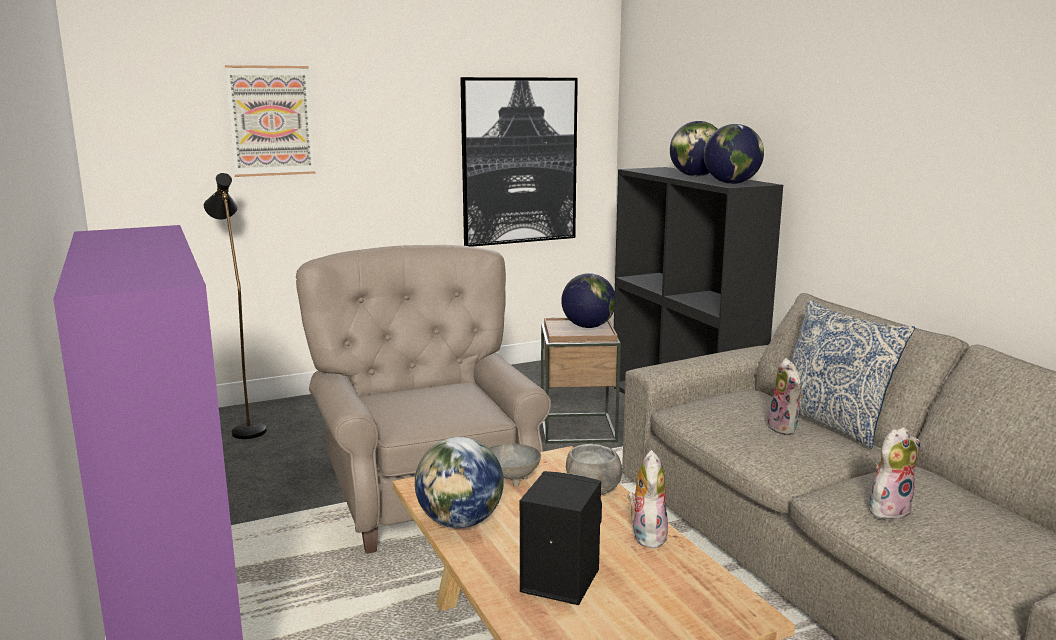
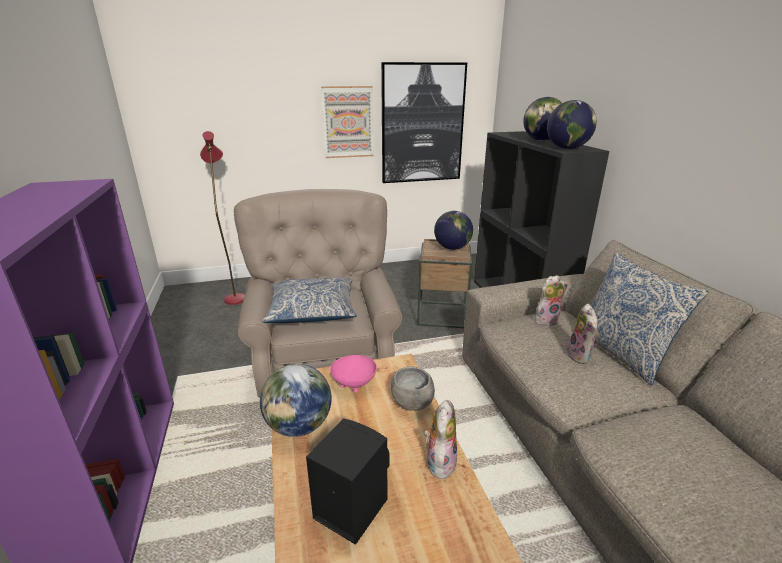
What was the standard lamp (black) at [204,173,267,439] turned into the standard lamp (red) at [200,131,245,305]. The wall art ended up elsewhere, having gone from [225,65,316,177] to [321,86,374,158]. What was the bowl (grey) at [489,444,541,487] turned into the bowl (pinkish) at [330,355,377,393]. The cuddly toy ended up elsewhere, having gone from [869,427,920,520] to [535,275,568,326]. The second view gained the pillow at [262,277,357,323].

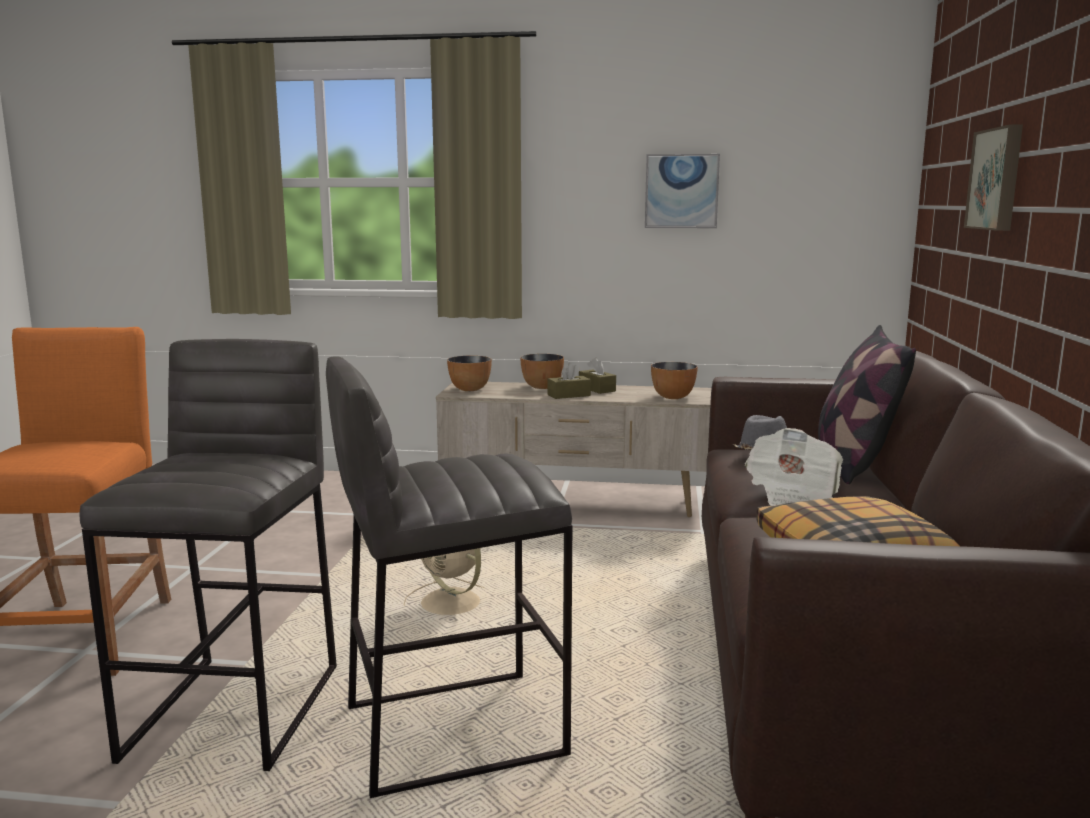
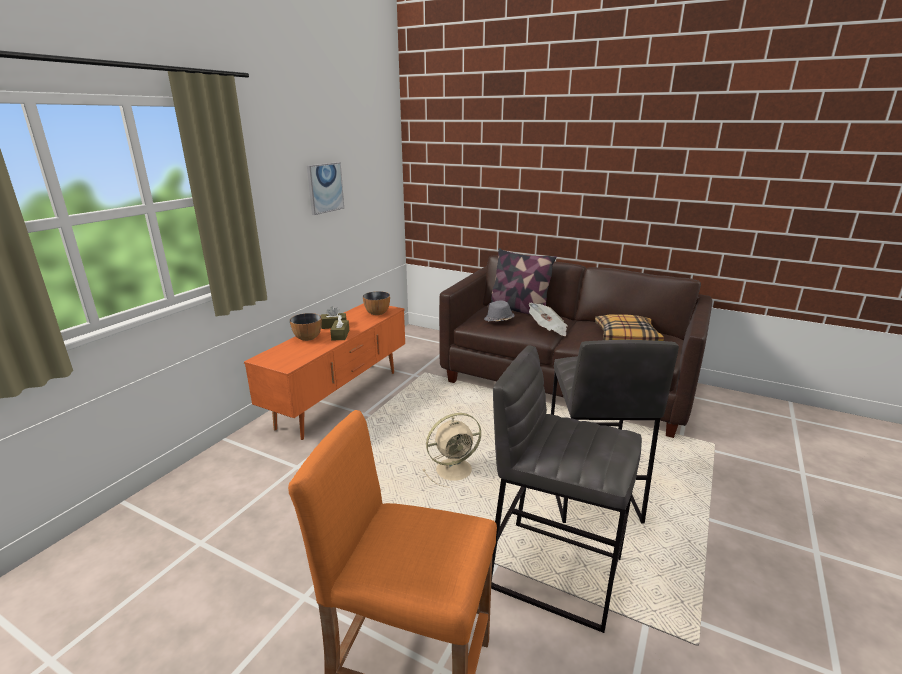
What was the tv unit (beige) at [436,382,712,517] turned into the tv unit (orange-coloured) at [244,303,405,440]. The second view lost the bowl at [447,356,492,391]. The second view lost the wall art at [964,124,1023,231].

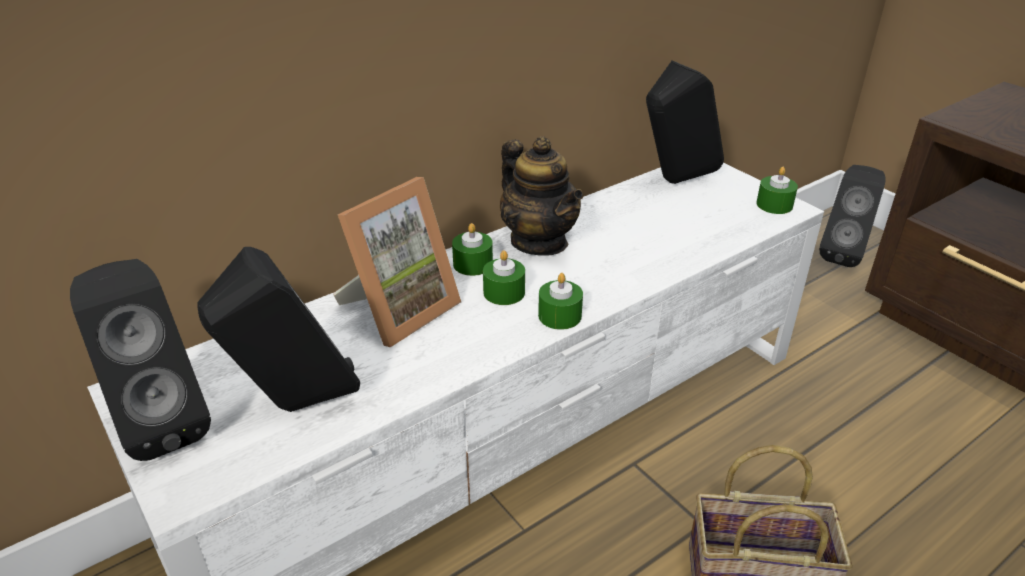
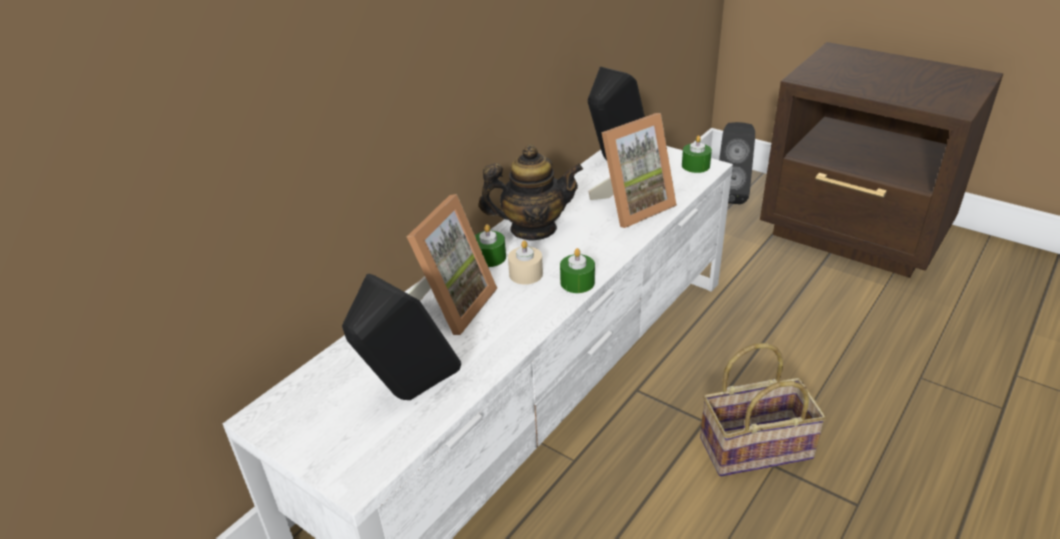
The second view lost the audio speaker (black) at [70,259,211,461]. What was the wax light (greenish) at [483,250,525,305] turned into the wax light (beige) at [508,240,543,285]. The teapot at [500,136,583,256] ended up facing another way, 45 degrees counterclockwise from before. The second view gained the photo frame at [588,113,677,228].

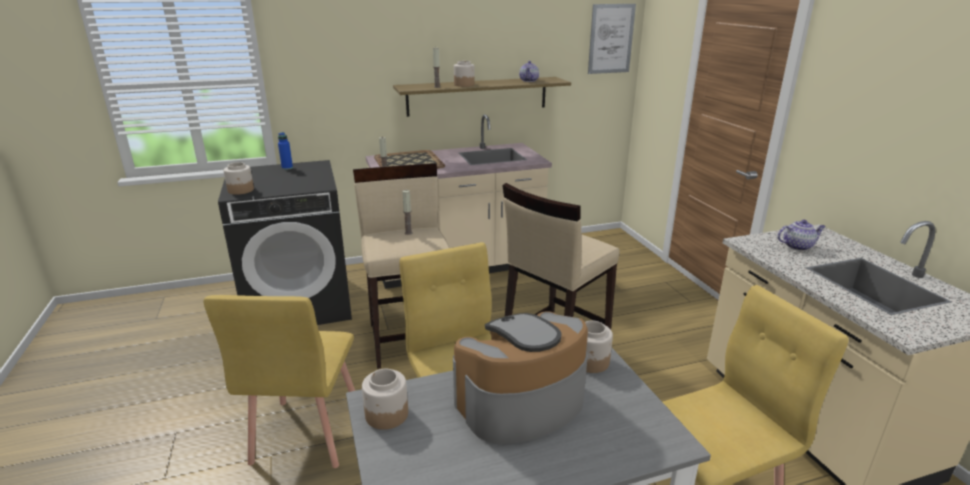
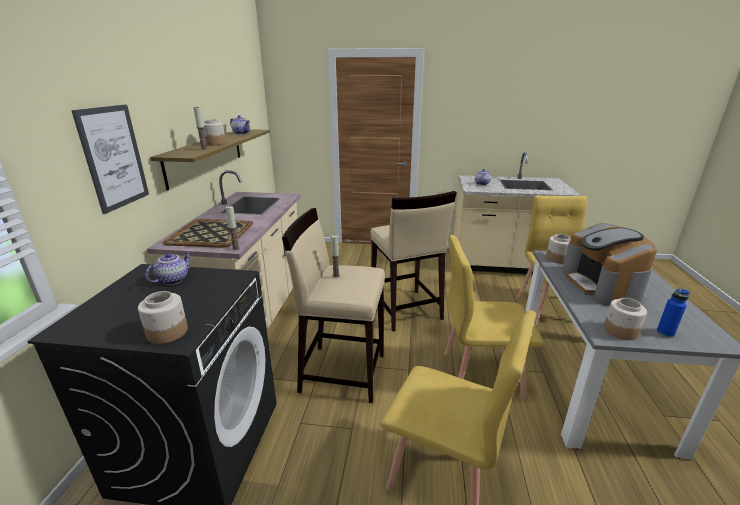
The drink bottle (bluish) ended up elsewhere, having gone from [278,132,293,170] to [656,288,690,338]. The wall art ended up elsewhere, having gone from [588,4,636,74] to [71,104,149,214]. The second view gained the teapot at [145,252,191,285].

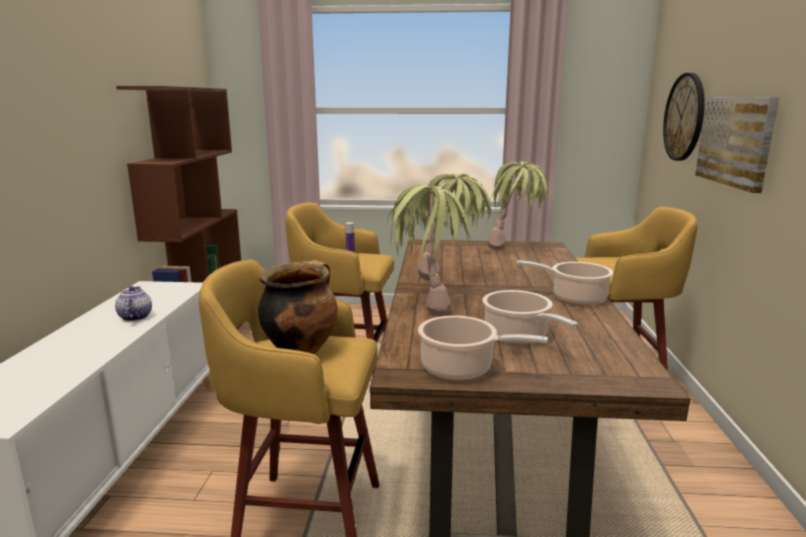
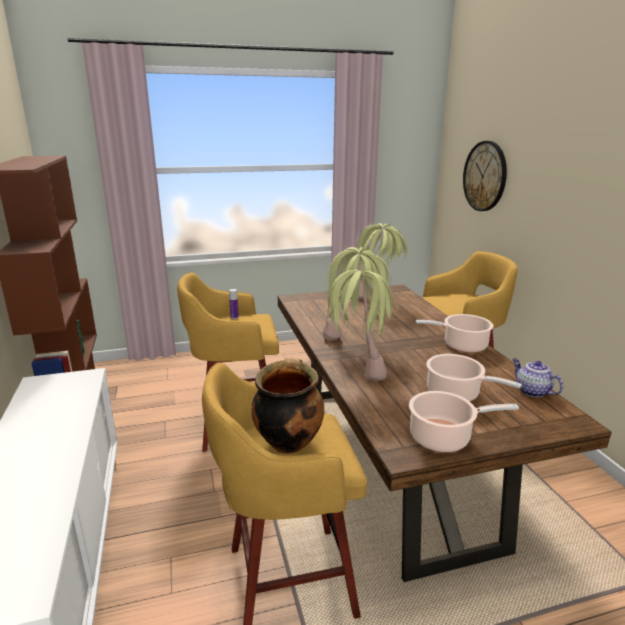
The teapot ended up elsewhere, having gone from [115,286,152,321] to [512,358,563,397]. The second view lost the wall art at [695,97,779,193].

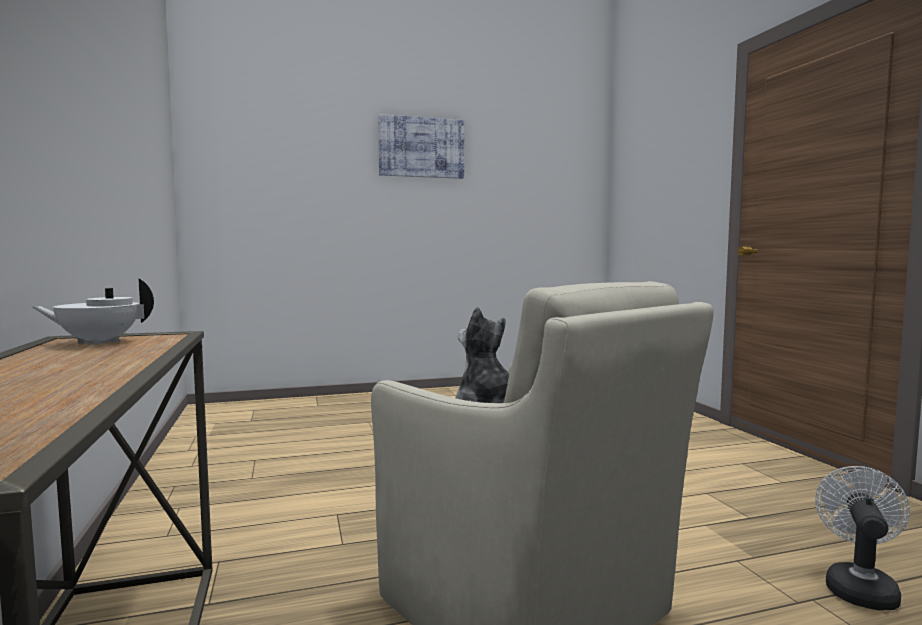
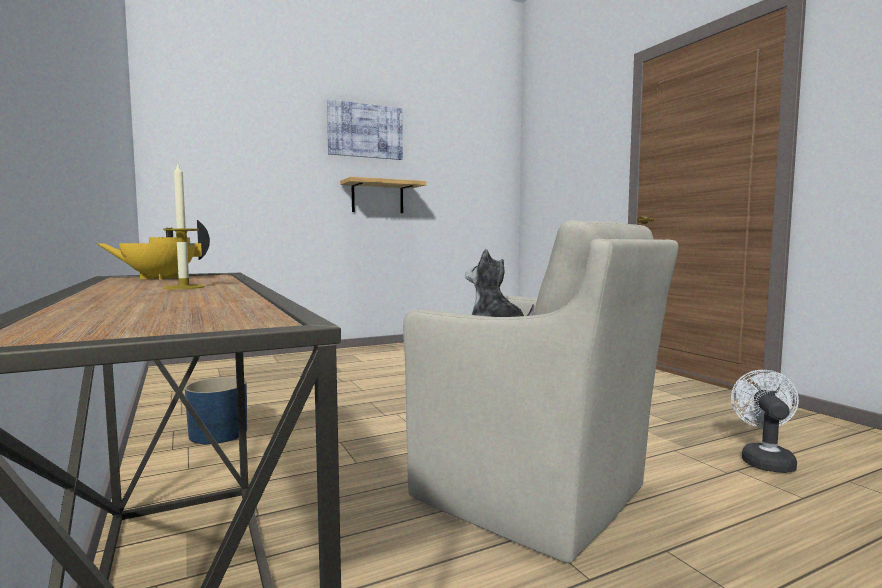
What was the teapot (white-coloured) at [31,278,154,345] turned into the teapot (yellow) at [96,220,210,280]. The second view gained the wax light at [163,164,205,289]. The second view gained the planter (bluish) at [185,377,247,444]. The second view gained the shelf at [340,177,427,213].

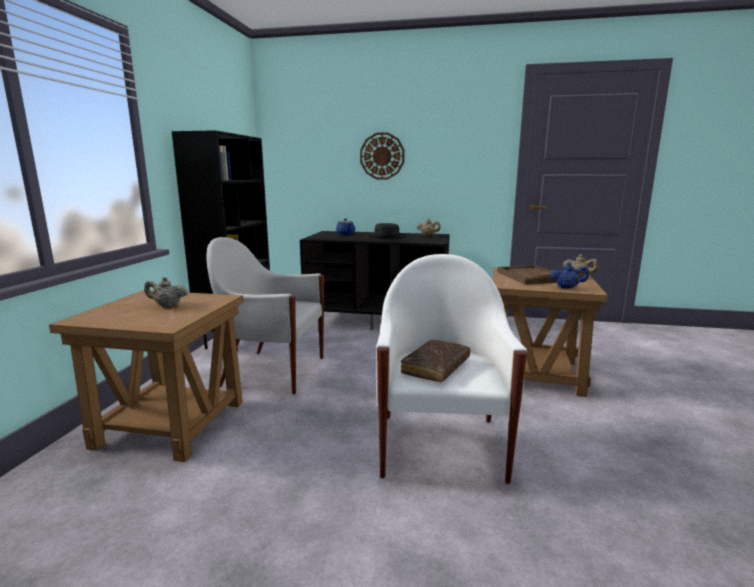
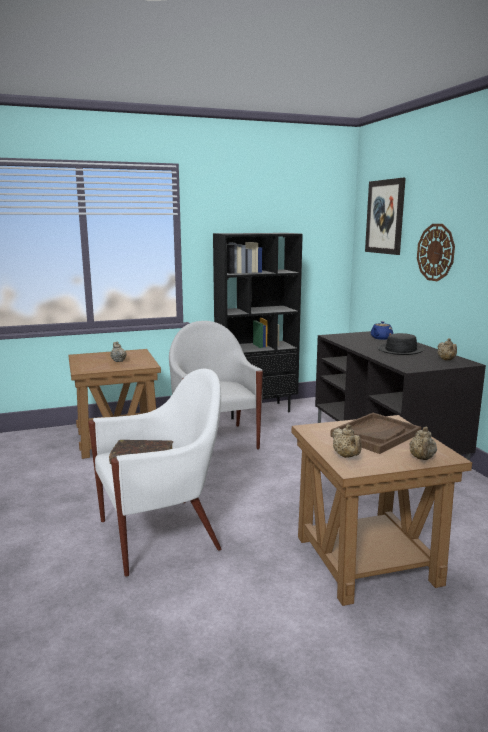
What was the teapot (bluish) at [550,263,589,289] turned into the teapot (beige) at [332,424,362,458]. The second view gained the wall art at [365,178,406,255].

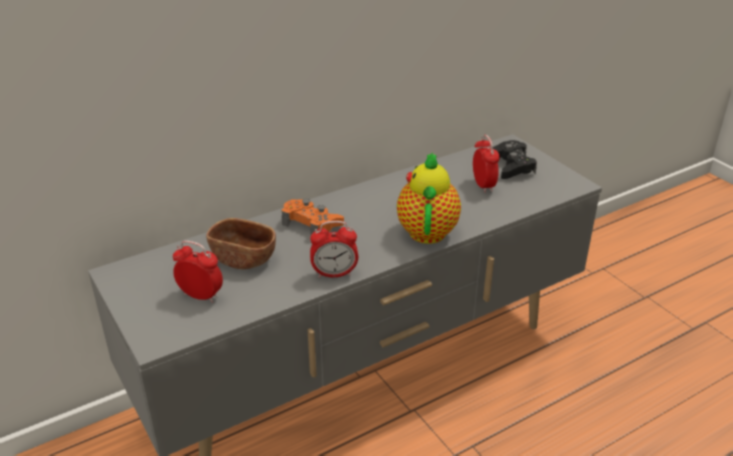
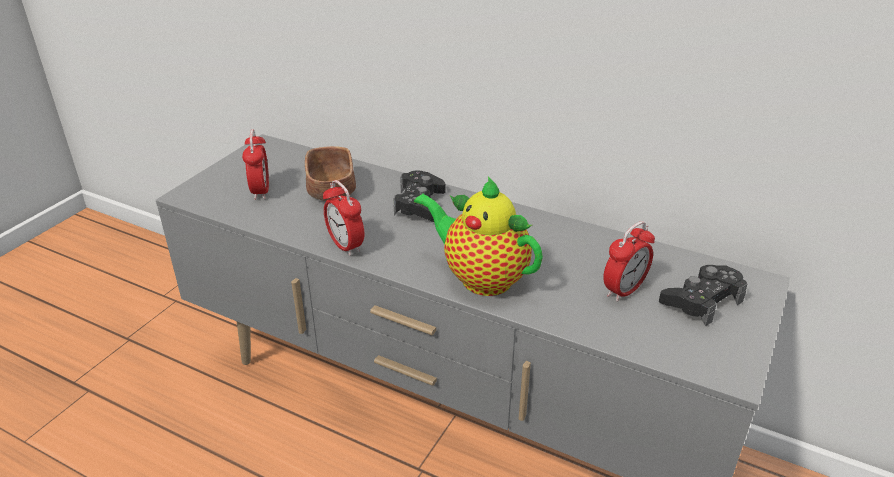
What was the joypad (orange-coloured) at [282,199,344,235] turned into the joypad (black) at [394,170,445,222]. The teapot at [397,152,461,244] ended up facing another way, 120 degrees counterclockwise from before.

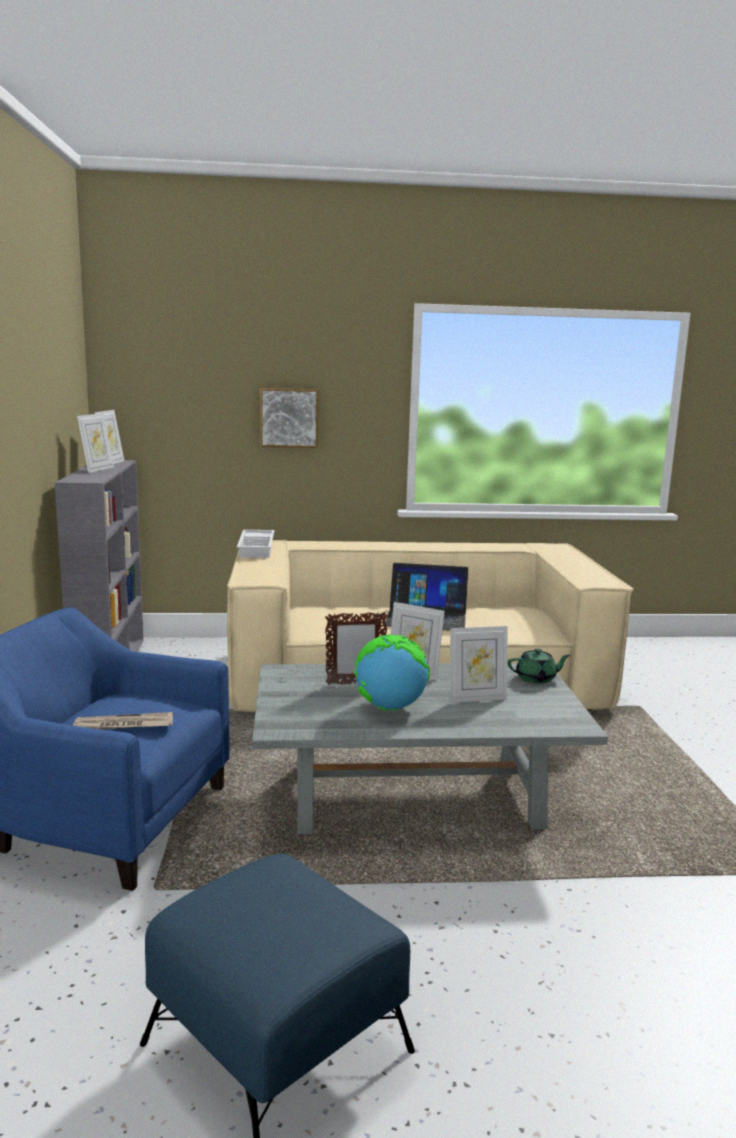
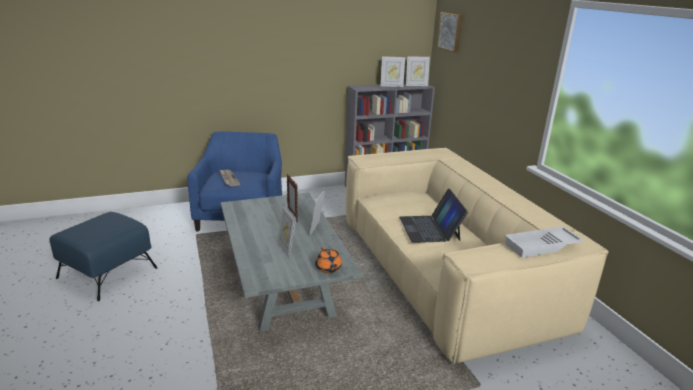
The tray (white-coloured) ended up elsewhere, having gone from [237,530,274,558] to [504,226,584,258]. The wall art ended up elsewhere, having gone from [260,388,318,448] to [437,12,462,53]. The second view lost the desk globe at [354,634,430,710]. What was the teapot (greenish) at [508,649,571,684] turned into the teapot (orange-coloured) at [315,247,342,273].

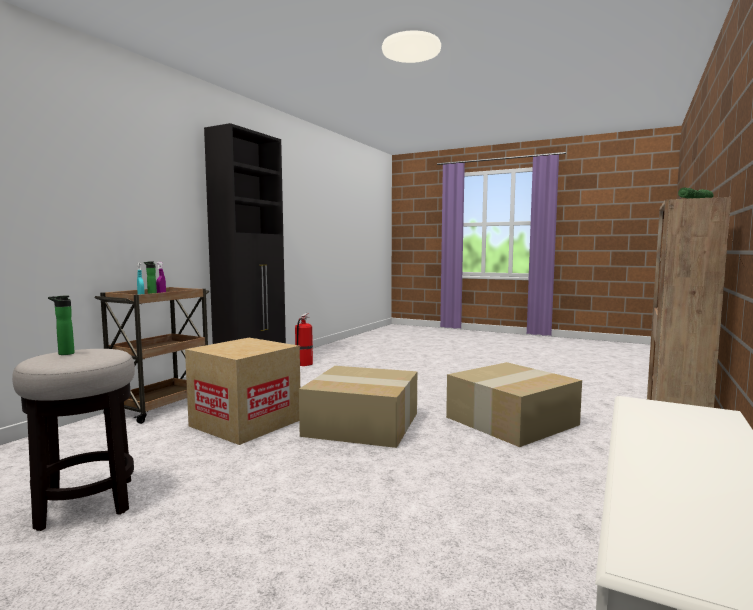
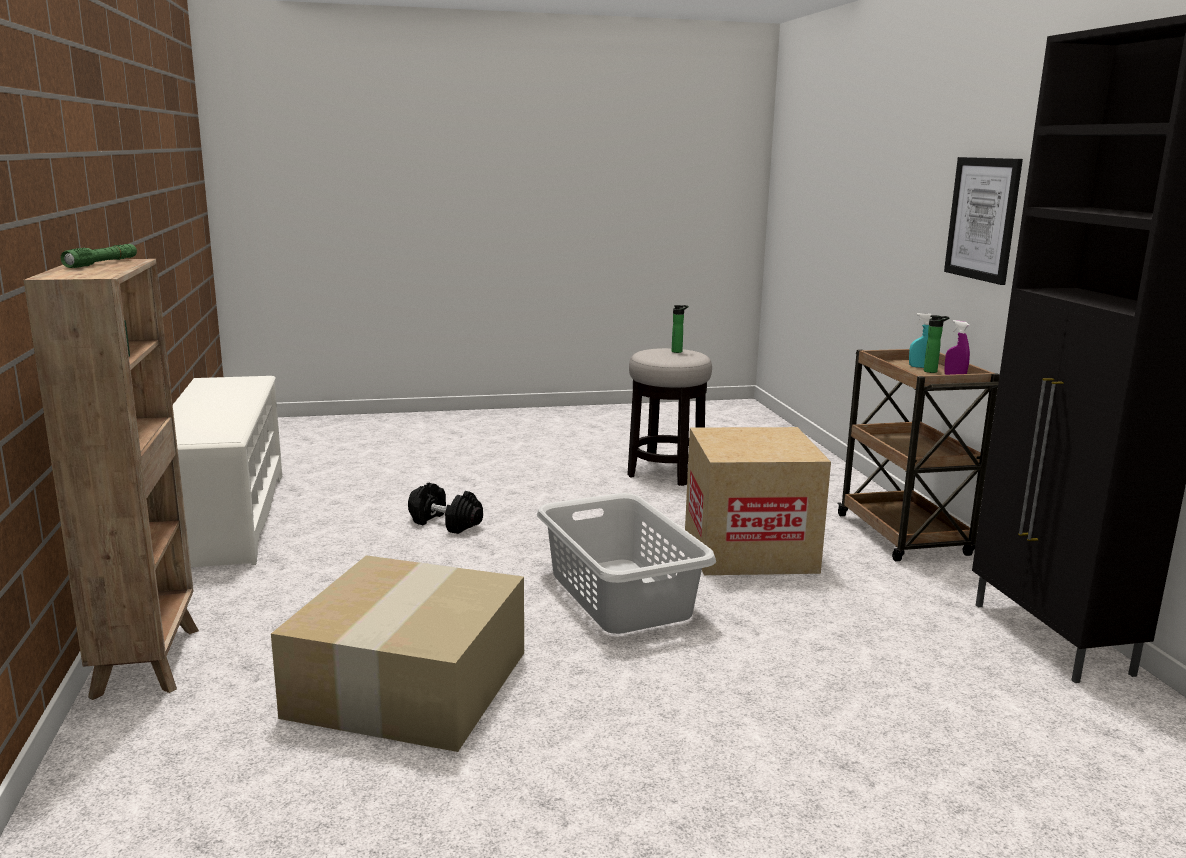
The second view lost the fire extinguisher at [295,313,313,366]. Where the cardboard box stood at [299,366,417,448], the hamper (grey) came to stand at [537,493,716,634]. The second view gained the free weight (black) at [408,483,483,534]. The second view gained the wall art at [944,157,1023,285].

